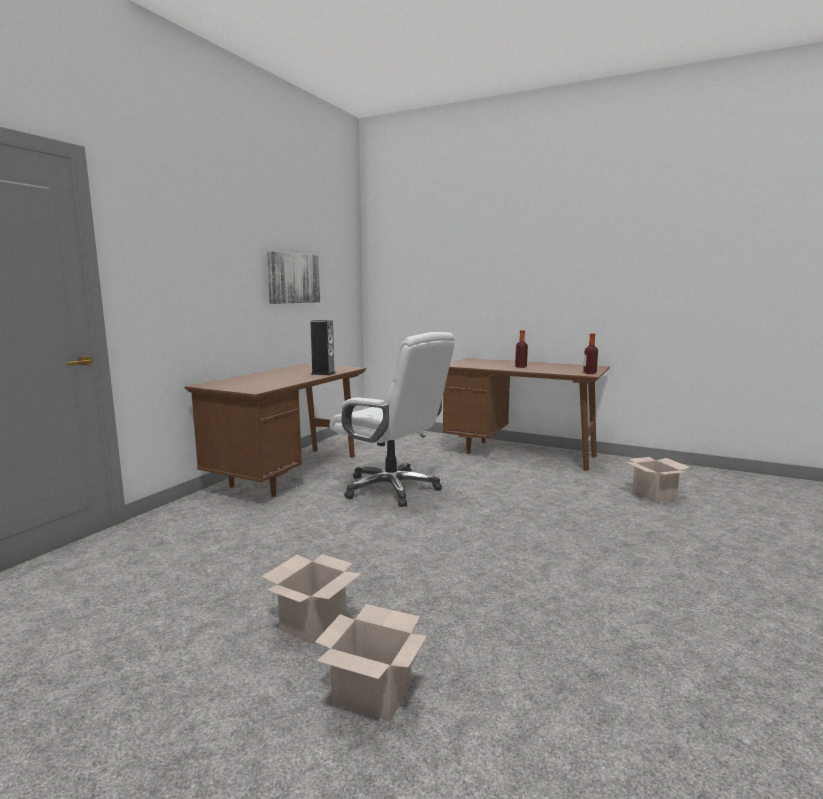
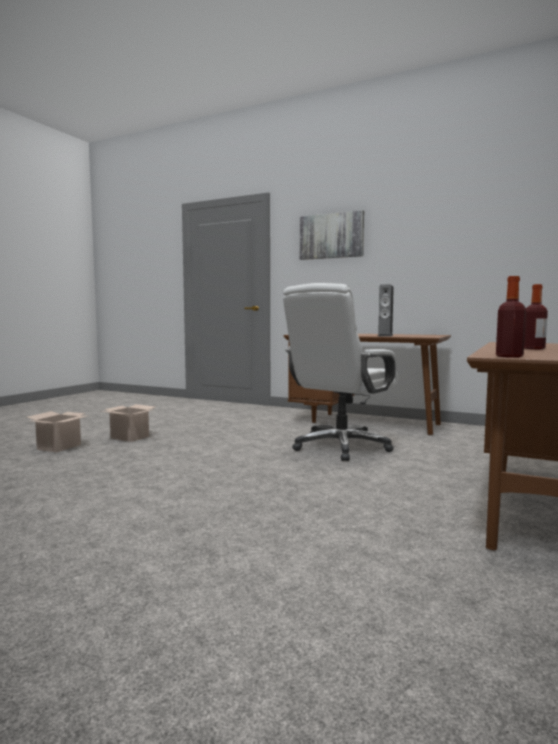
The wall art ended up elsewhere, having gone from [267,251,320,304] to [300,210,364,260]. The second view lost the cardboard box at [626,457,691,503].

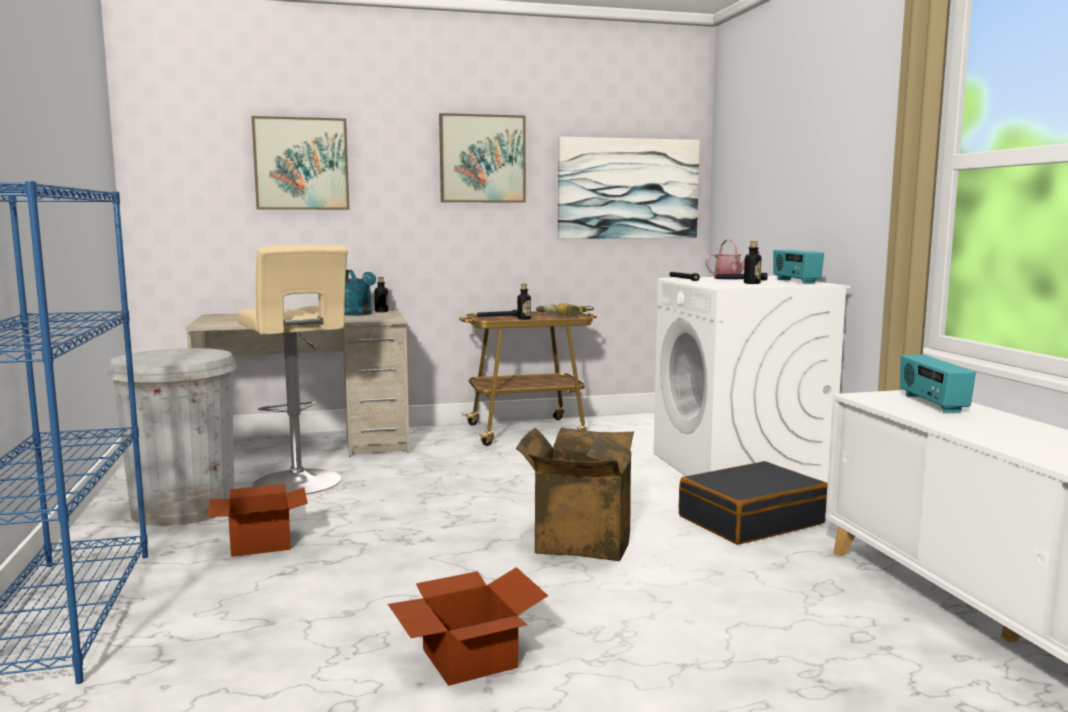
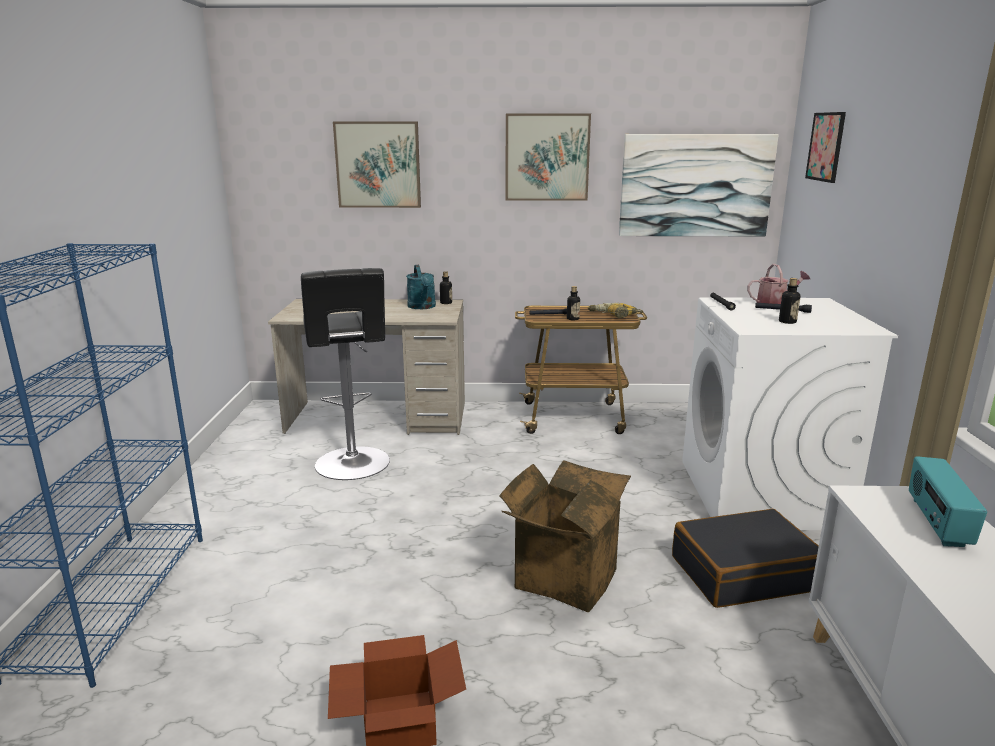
The second view lost the waste bin (white-coloured) at [107,348,237,526]. The second view lost the cardboard box at [208,484,308,557]. What was the sitting stool (beige) at [237,245,348,494] turned into the sitting stool (black) at [301,268,390,480]. The second view lost the radio set at [773,250,824,284]. The second view gained the wall art at [805,112,846,183].

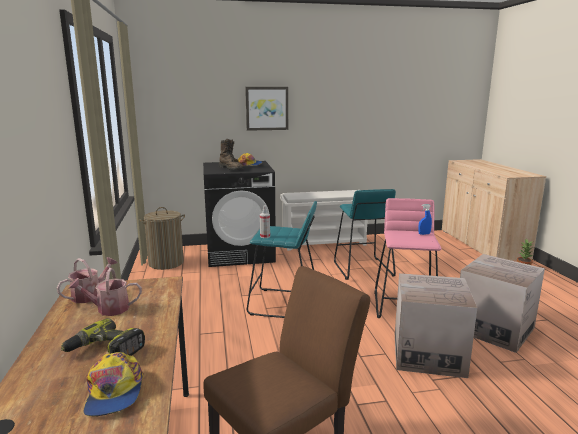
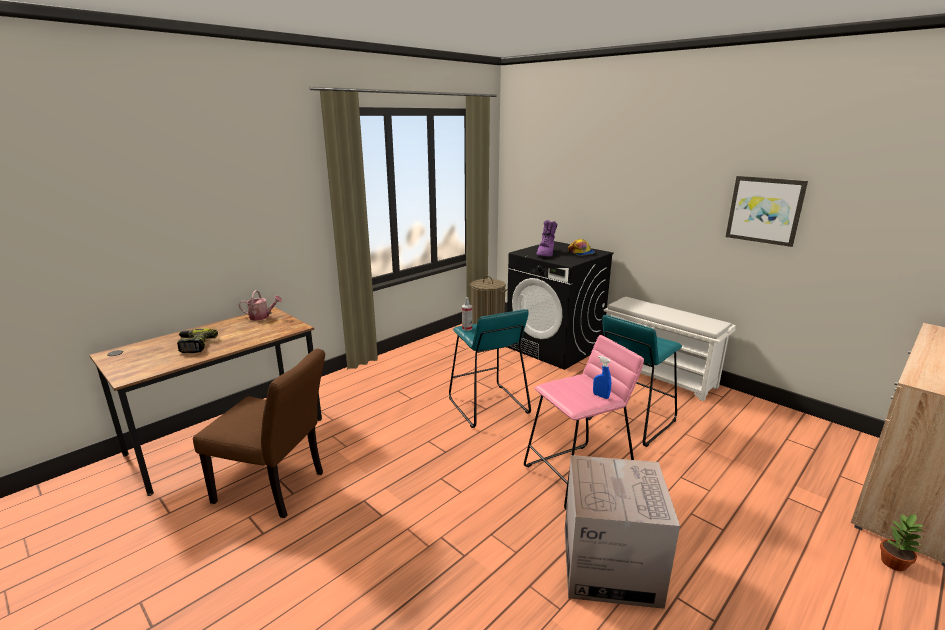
The second view lost the watering can at [69,268,142,316]. The second view lost the baseball cap at [83,352,144,417]. What was the tall boot (brownish) at [219,139,244,170] turned into the tall boot (purplish) at [537,220,557,256]. The wall art ended up elsewhere, having gone from [245,87,288,131] to [726,176,808,247]. The second view lost the cardboard box at [395,273,477,378].

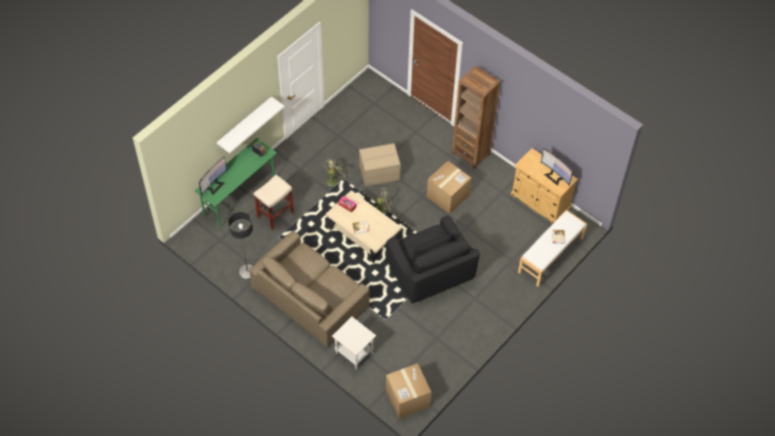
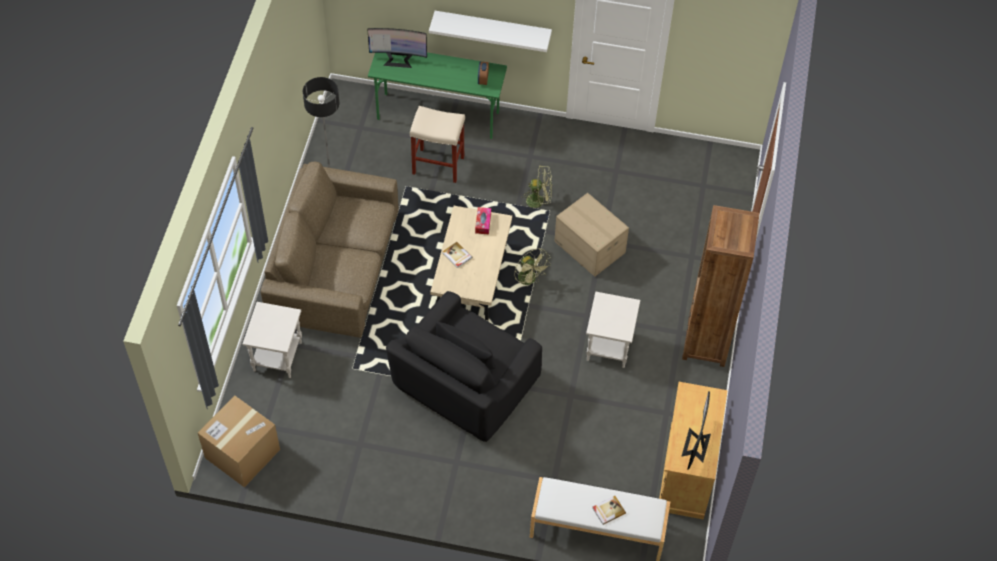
Where the cardboard box stood at [427,161,471,214], the side table (white-coloured) came to stand at [586,292,640,368].

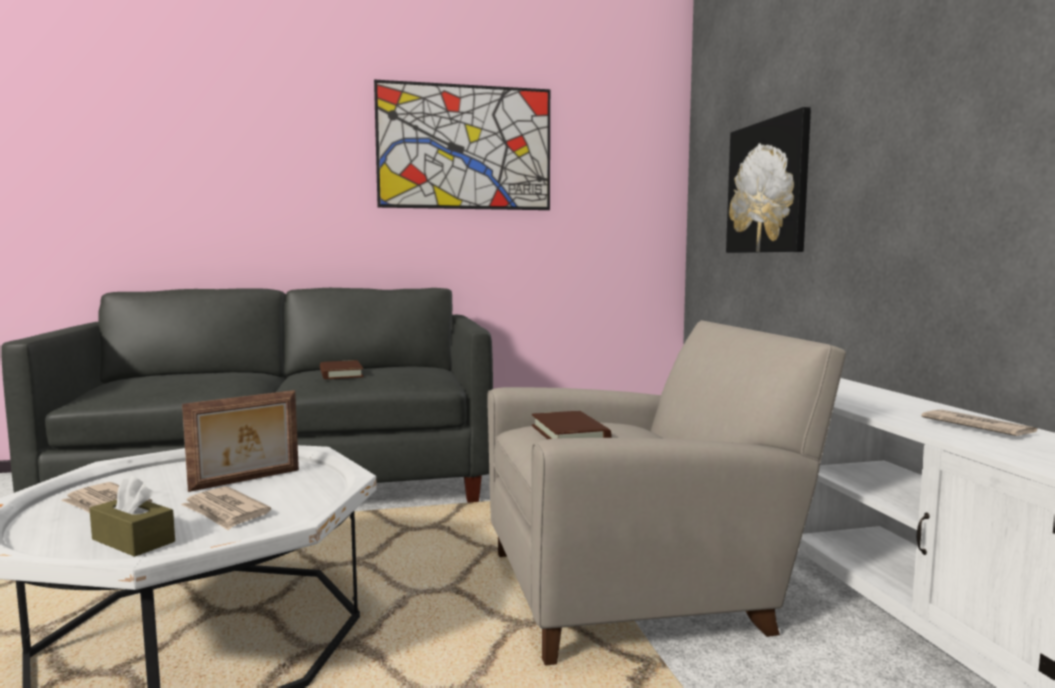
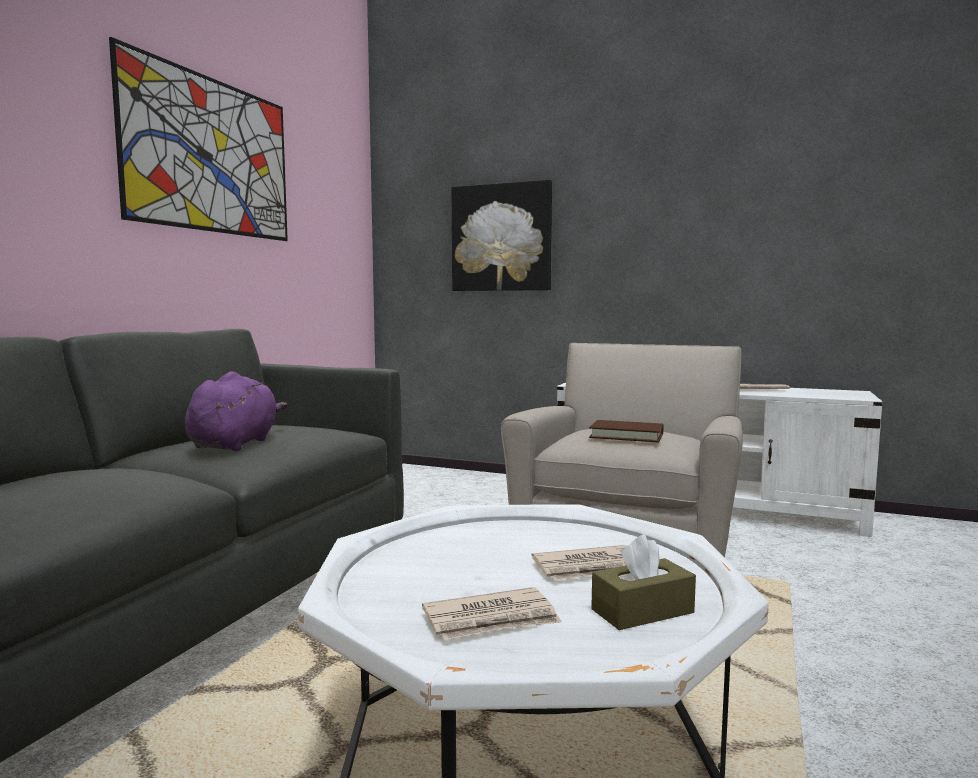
The second view lost the photo frame at [182,390,299,492]. Where the bound book (brownish) stood at [320,360,364,379], the cuddly toy (purplish) came to stand at [185,371,288,451].

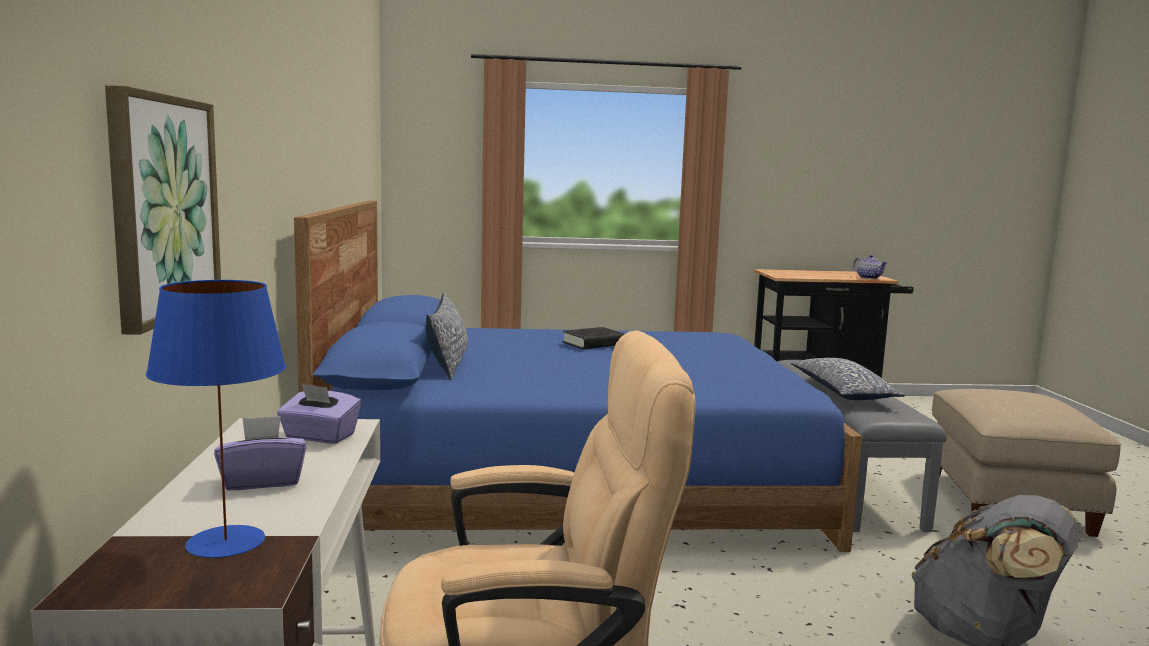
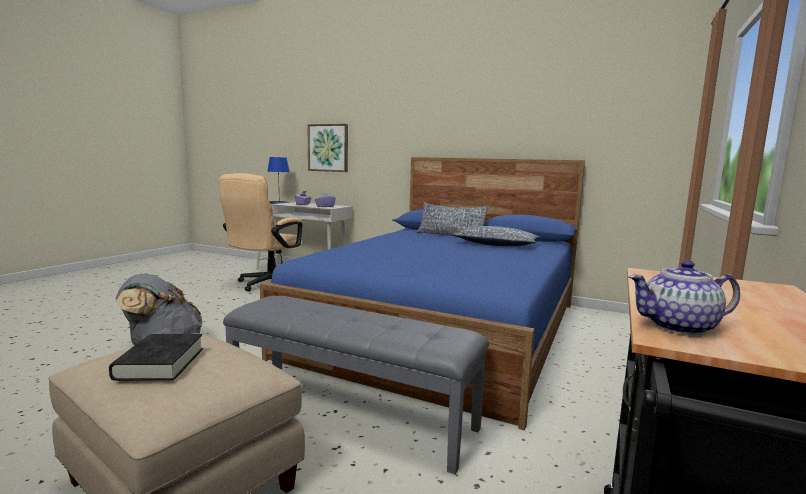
The bound book (black) ended up elsewhere, having gone from [563,327,624,349] to [109,334,203,381]. The pillow ended up elsewhere, having gone from [791,358,905,400] to [452,226,540,246].

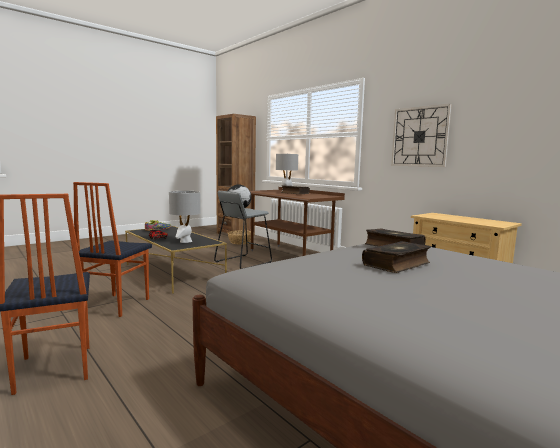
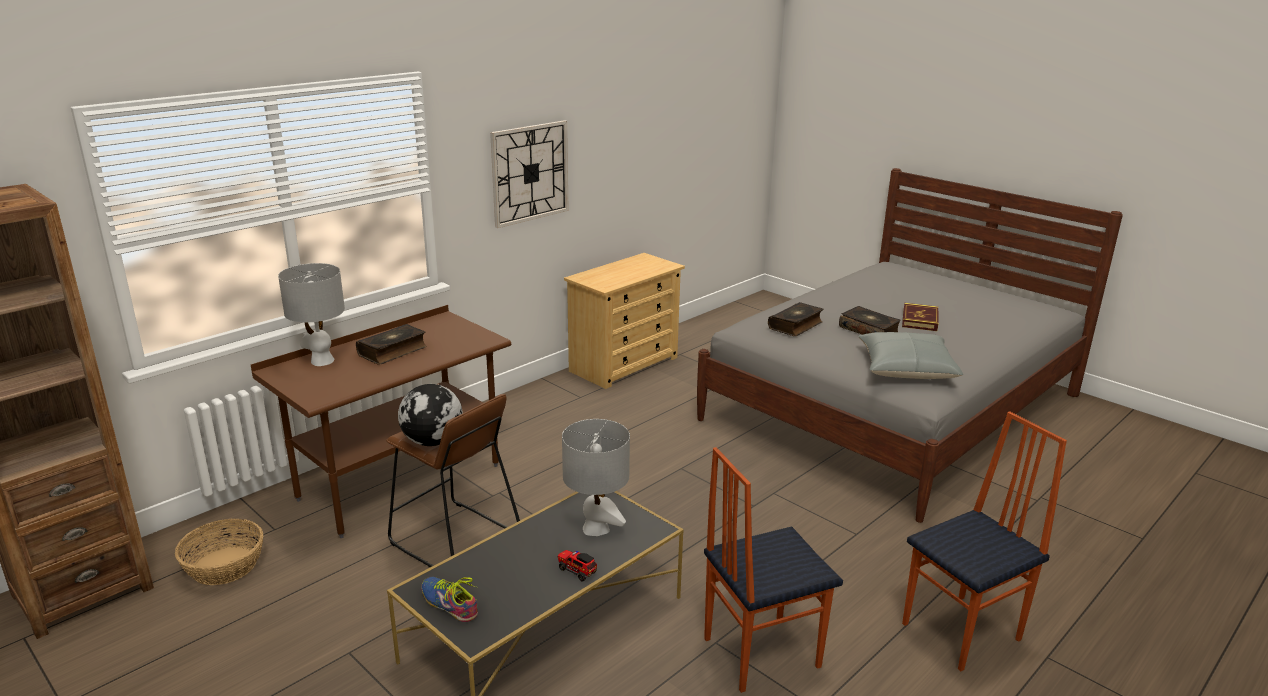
The chair at [73,182,152,317] ended up facing another way, 150 degrees clockwise from before. What was the sitting stool (grey) at [214,191,272,269] turned into the sitting stool (brownish) at [386,394,520,567]. The second view gained the pillow (grey) at [858,332,963,379]. The second view gained the bound book at [902,303,939,331].

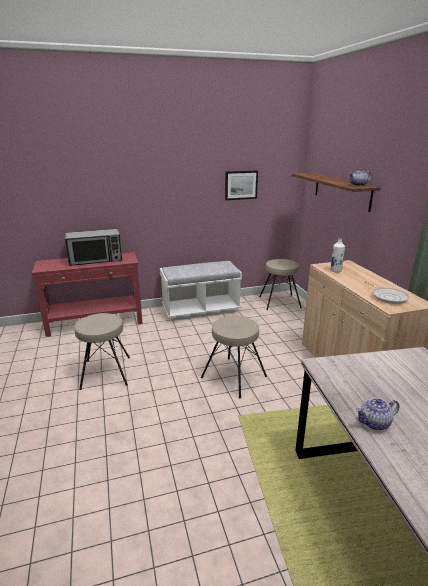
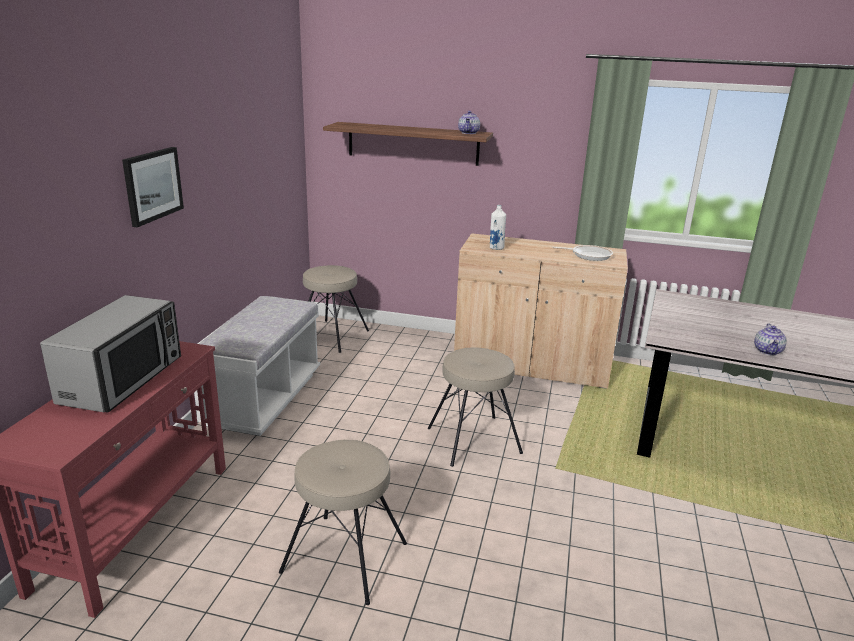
The wall art ended up elsewhere, having gone from [225,171,258,200] to [122,147,184,227].

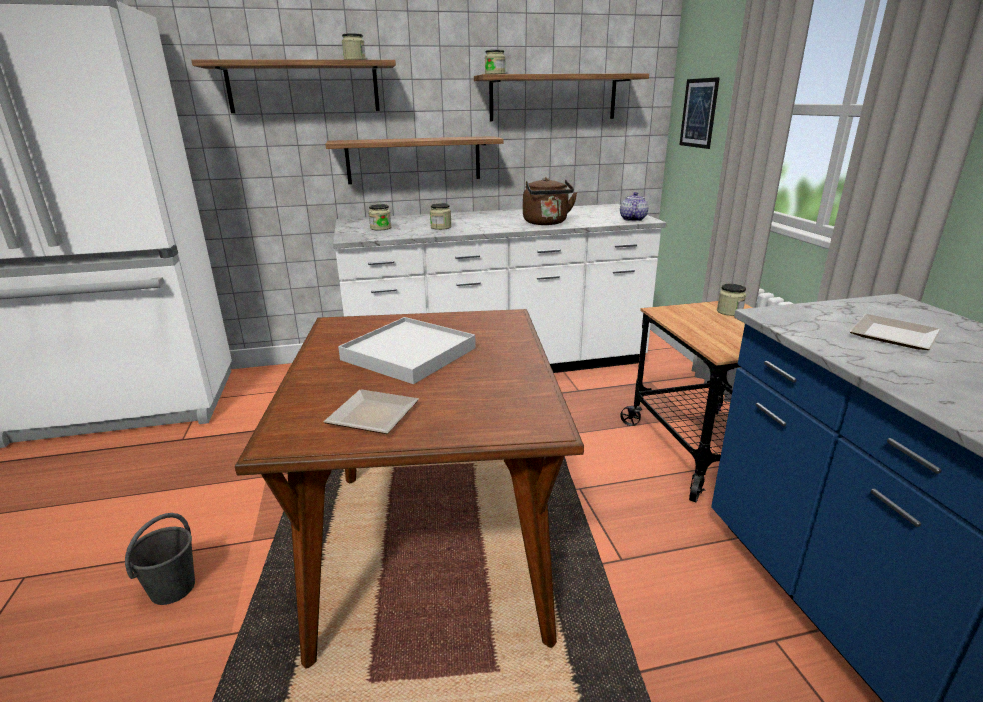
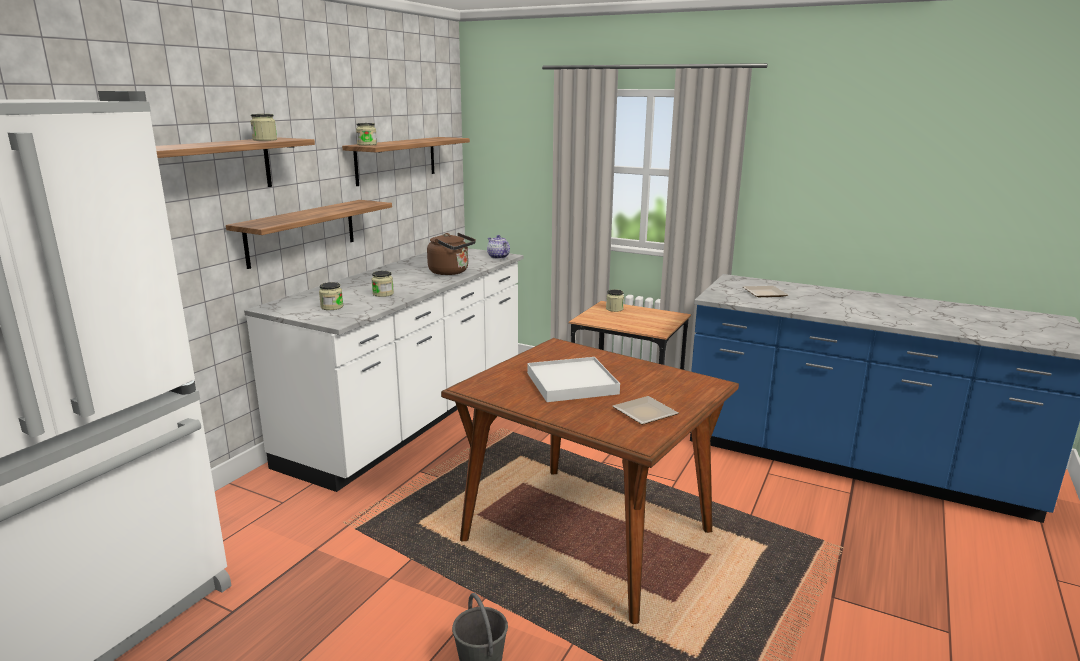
The second view lost the wall art at [679,77,720,149].

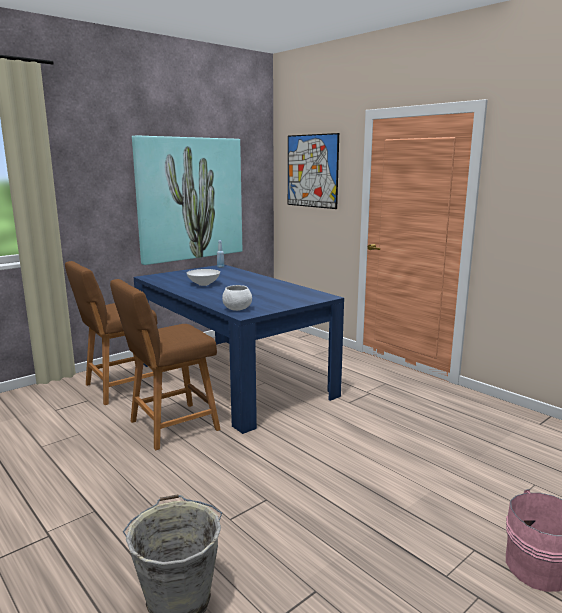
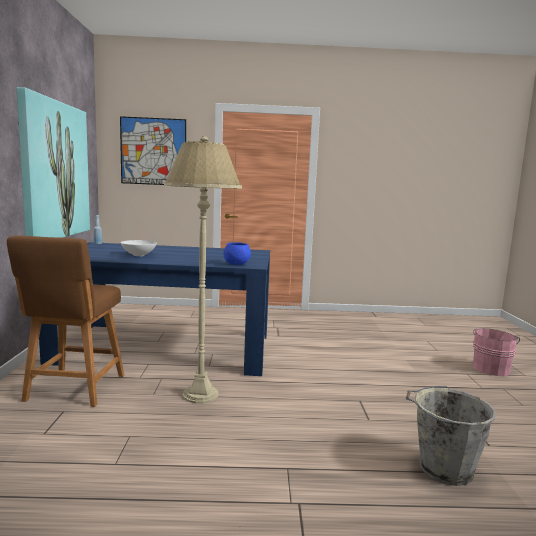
Where the sitting stool (brownish) stood at [110,279,221,450], the standard lamp (beige) came to stand at [164,136,242,403]. What was the bowl (white-coloured) at [222,285,252,311] turned into the bowl (bluish) at [223,242,251,265].

